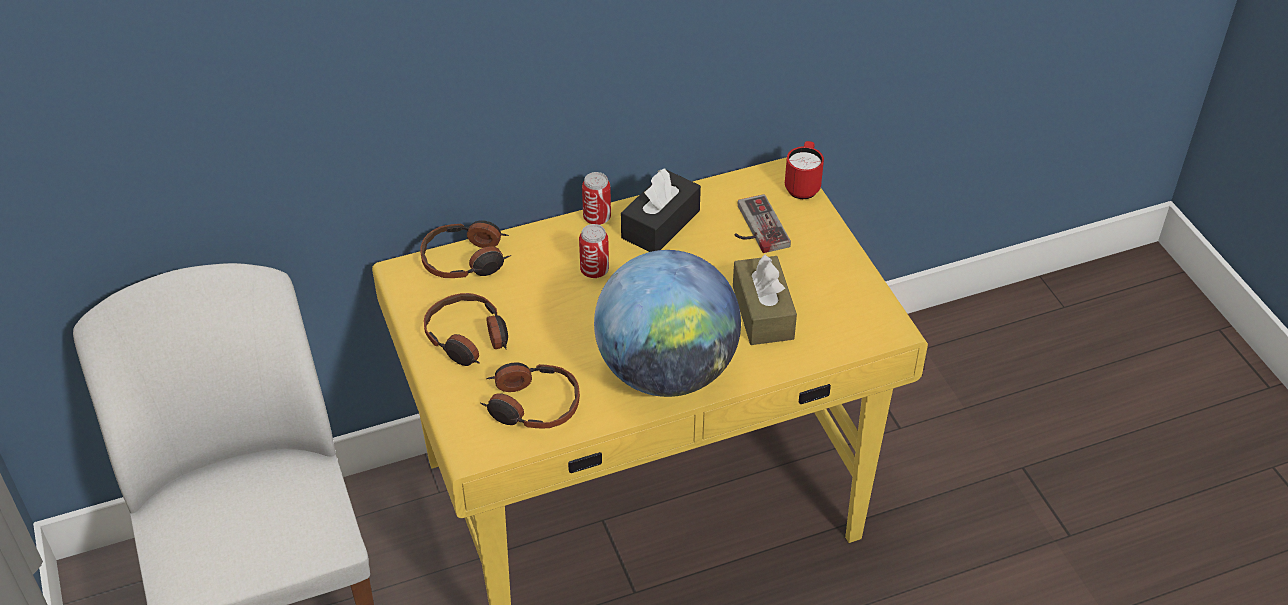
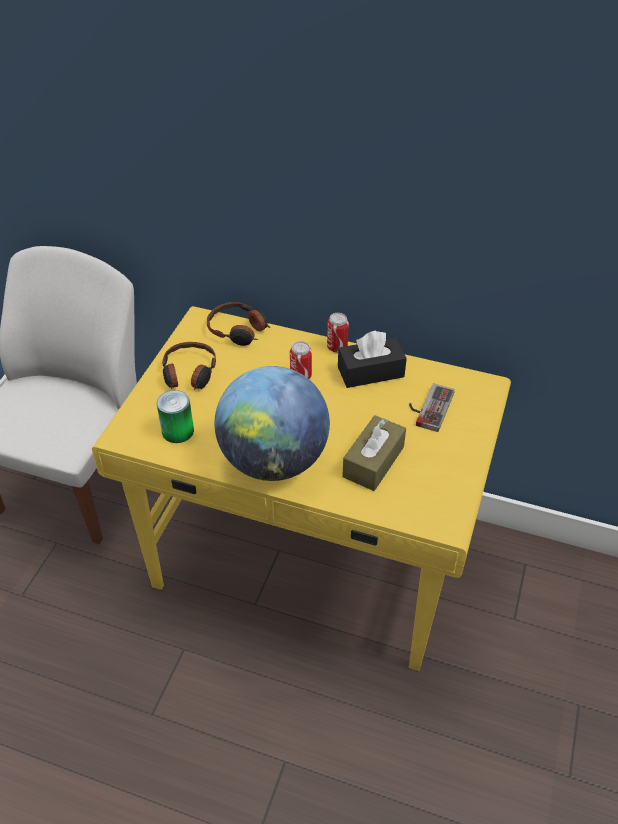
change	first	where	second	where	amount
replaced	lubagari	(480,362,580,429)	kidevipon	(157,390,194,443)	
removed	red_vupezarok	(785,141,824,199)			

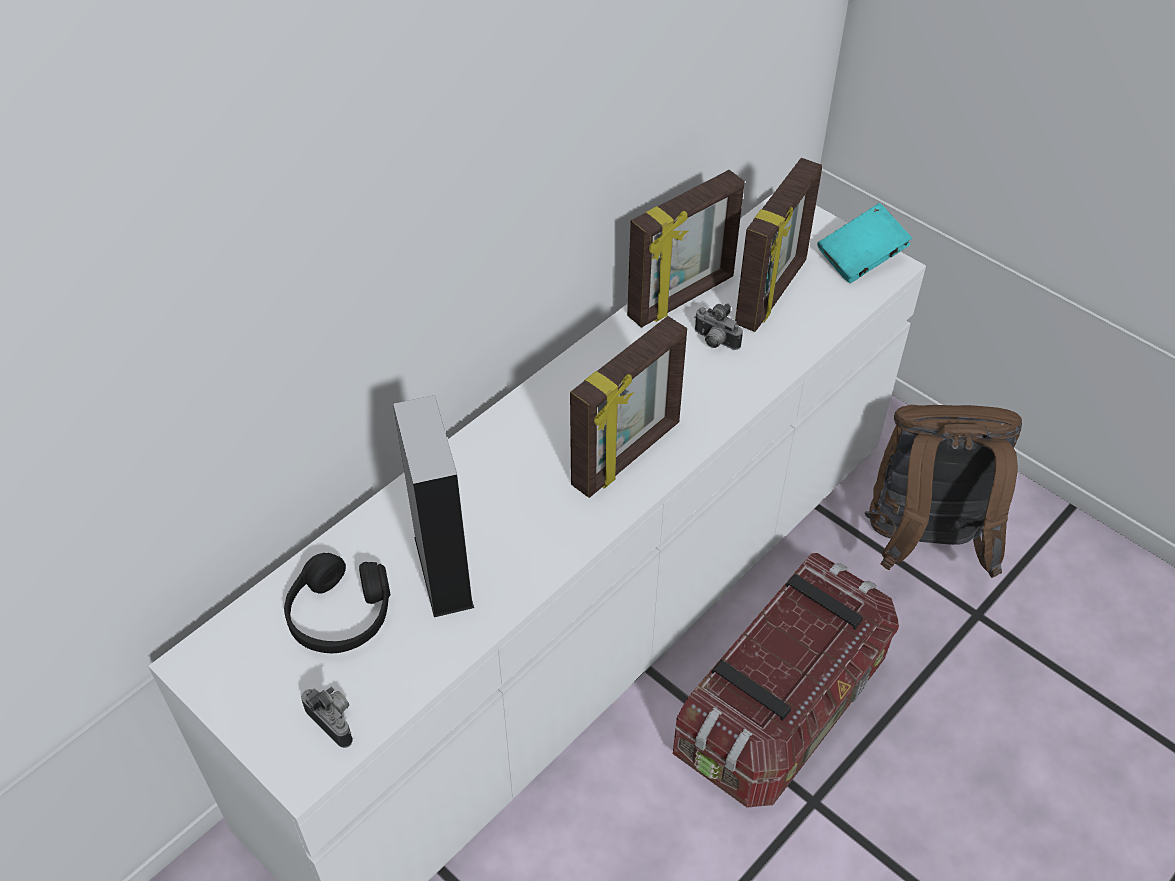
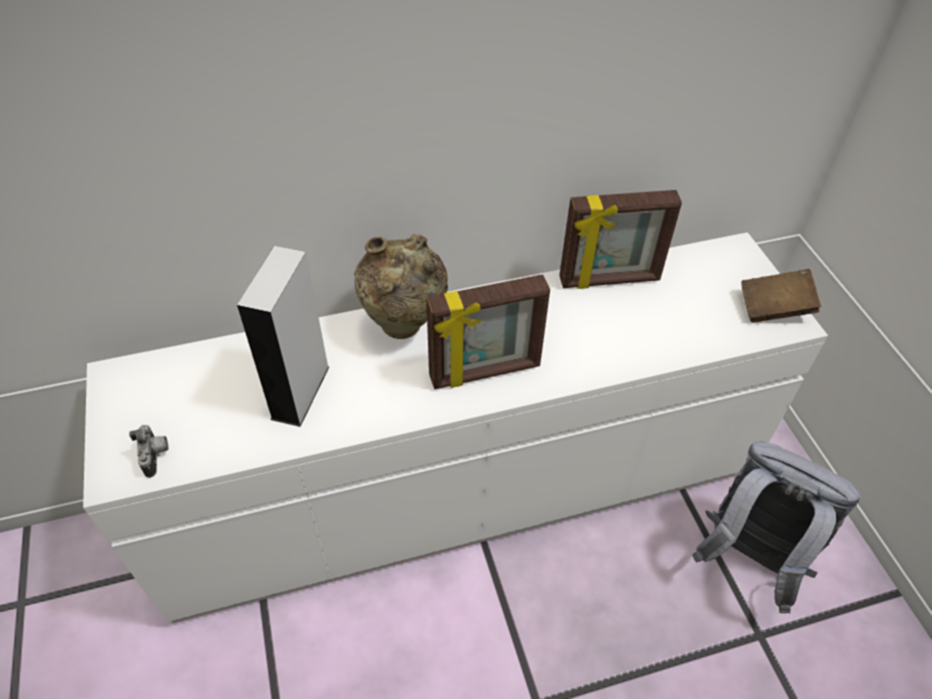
change	first	where	second	where	amount
added			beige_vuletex	(354,234,448,339)	
recoloured	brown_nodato	(865,405,1022,578)	grey_nodato	(692,442,860,613)	
recoloured	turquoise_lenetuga	(817,203,912,283)	brown_lenetuga	(741,269,821,323)	
removed	black_lubagari	(284,553,390,653)			
removed	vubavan	(673,553,899,808)			
removed	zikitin	(694,303,743,350)			
removed	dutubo	(735,158,822,332)			

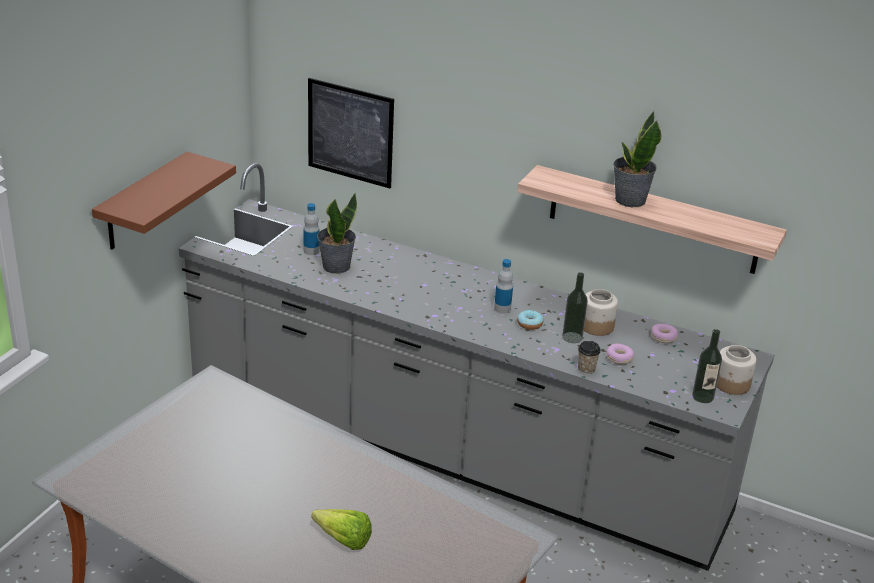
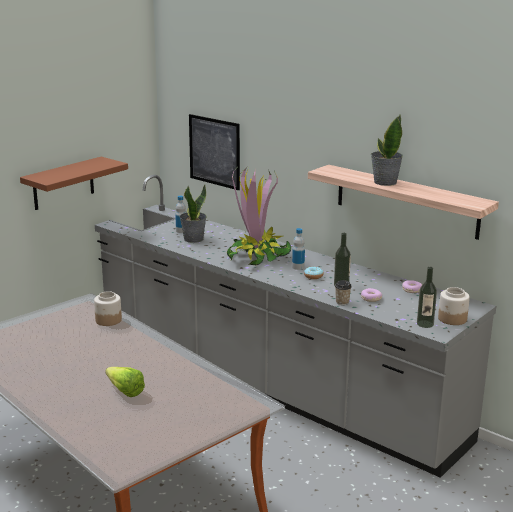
change	first	where	second	where	amount
moved	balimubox	(584,289,618,336)		(94,291,122,326)	
added			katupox	(227,166,291,265)	

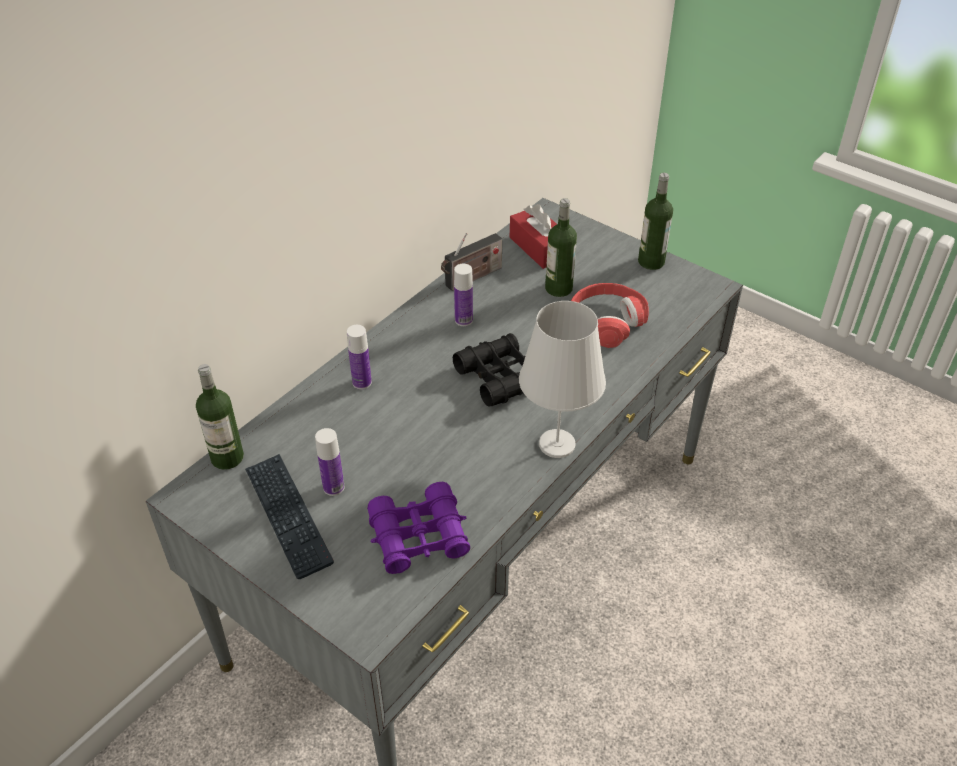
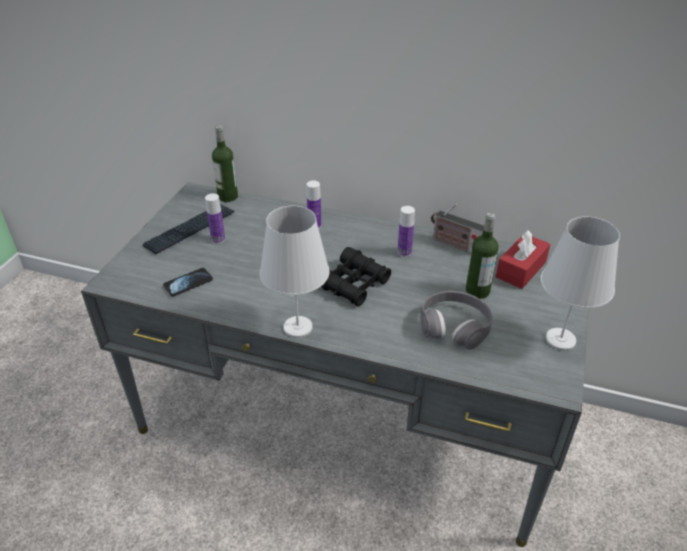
change	first	where	second	where	amount
replaced	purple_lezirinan	(367,482,470,574)	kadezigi	(163,268,213,296)	
recoloured	red_lubagari	(571,283,649,348)	grey_lubagari	(420,291,493,350)	
replaced	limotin	(638,173,673,270)	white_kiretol	(540,216,620,351)	

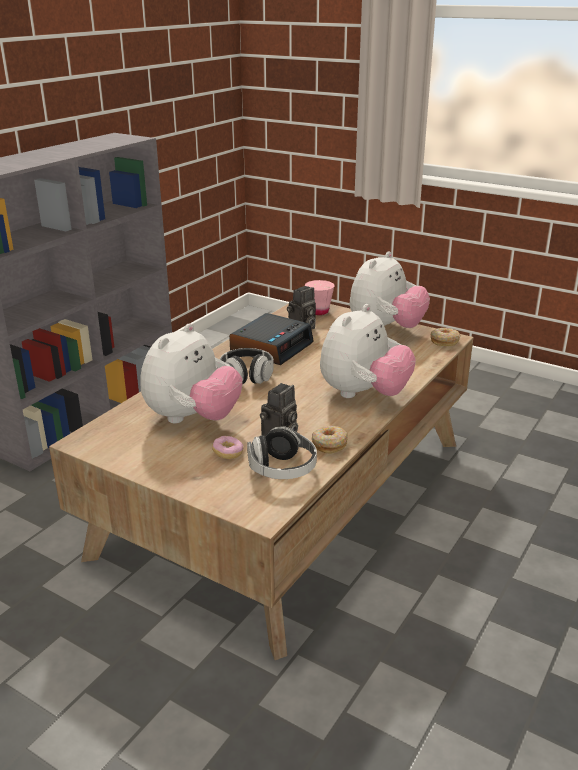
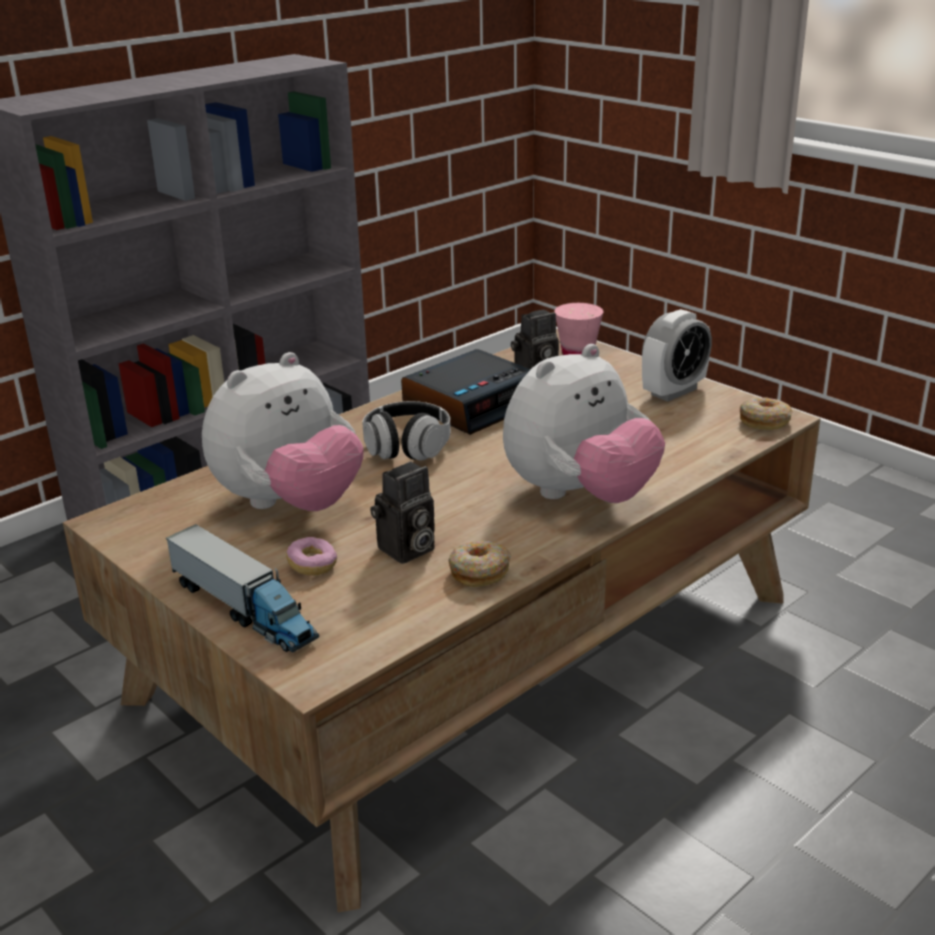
change	first	where	second	where	amount
added			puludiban	(166,524,319,653)	
replaced	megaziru	(350,251,430,328)	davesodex	(642,309,712,402)	
removed	lubagari	(247,426,317,479)			

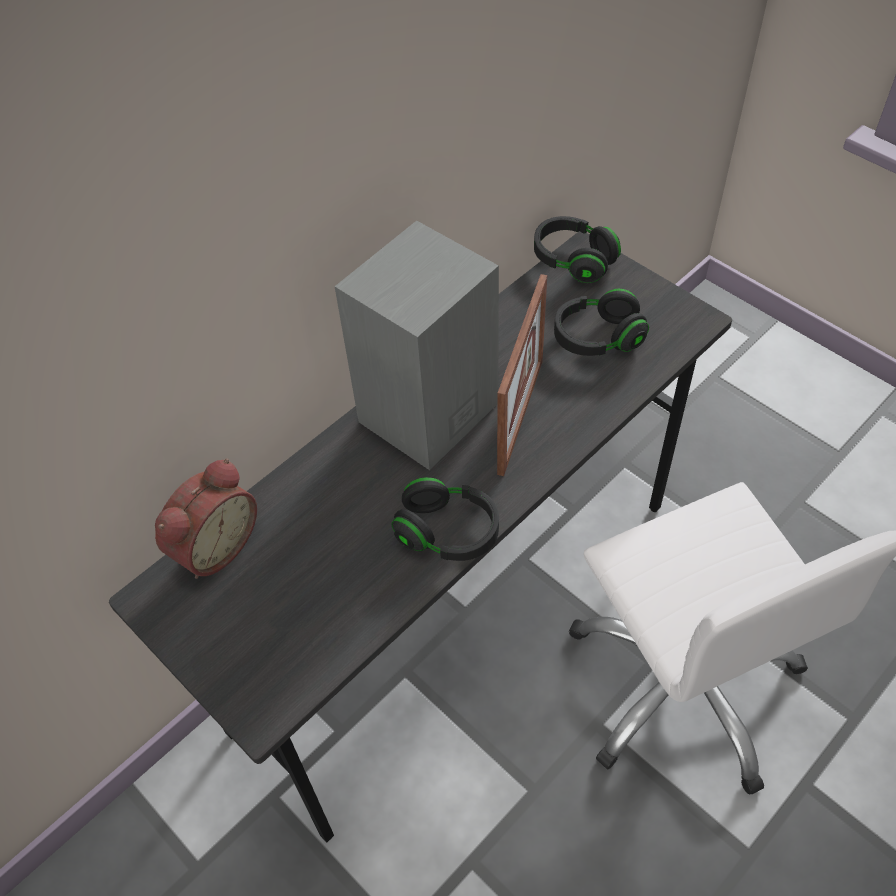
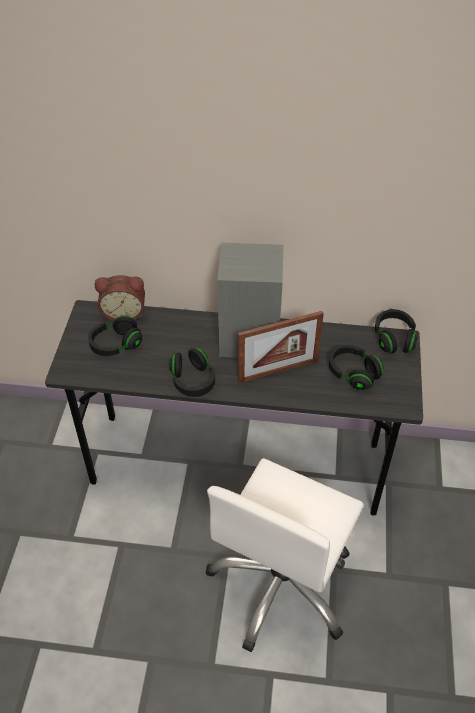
change	first	where	second	where	amount
added			black_lubagari	(88,315,143,356)	

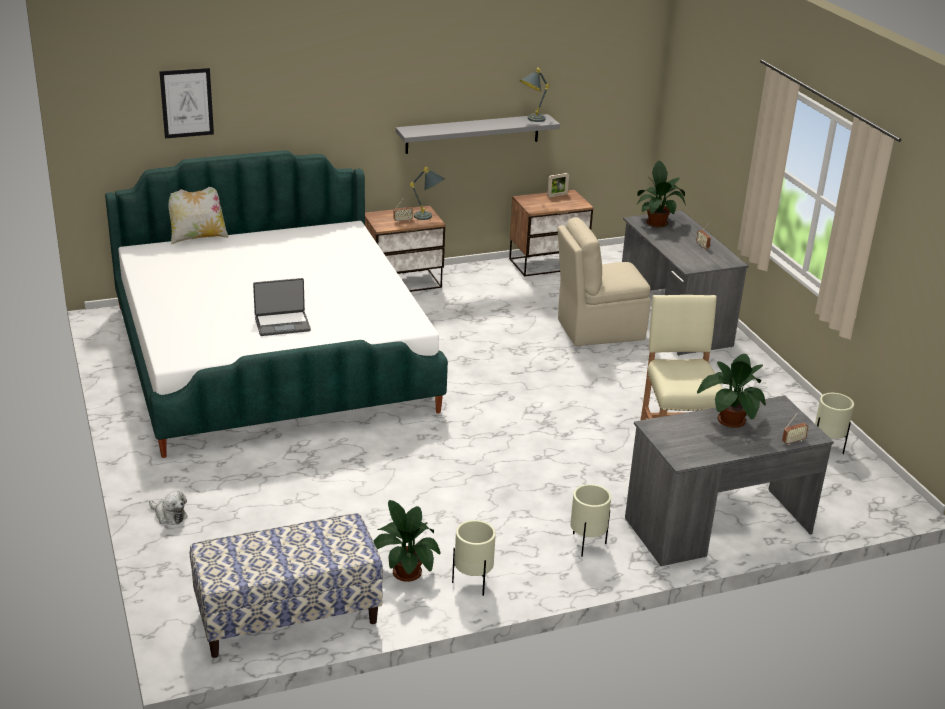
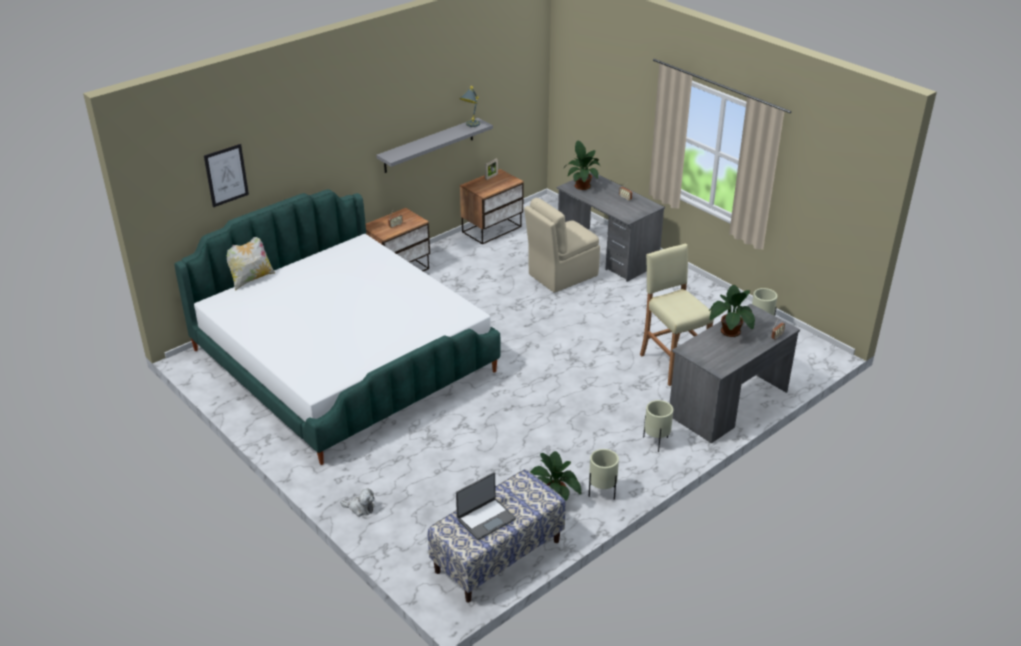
change	first	where	second	where	amount
moved	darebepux	(253,278,311,336)		(456,472,516,540)	
removed	grey_kiretol	(410,167,445,220)			

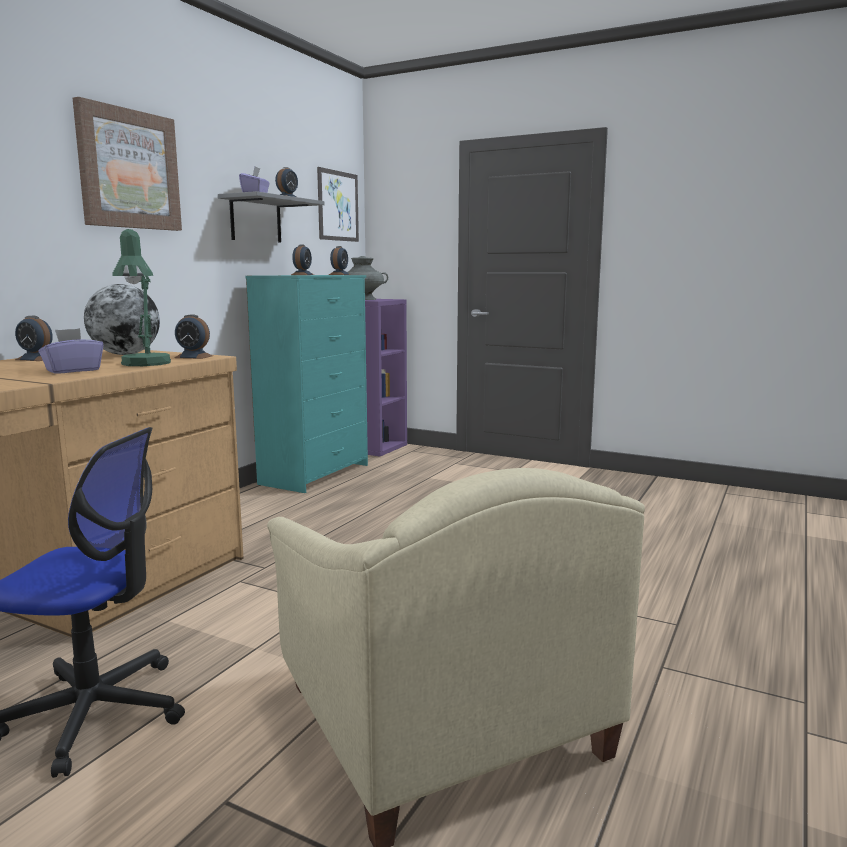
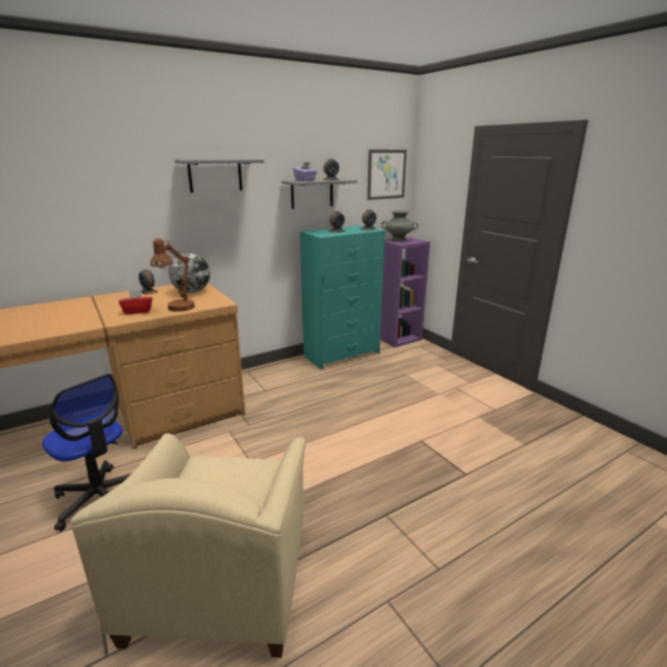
change	first	where	second	where	amount
recoloured	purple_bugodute	(39,328,103,373)	red_bugodute	(119,289,153,314)	
recoloured	green_kiretol	(112,229,171,366)	brown_kiretol	(150,238,195,312)	
replaced	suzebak	(73,97,182,231)	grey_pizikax	(175,159,264,193)	
removed	davesodex	(175,314,213,359)			

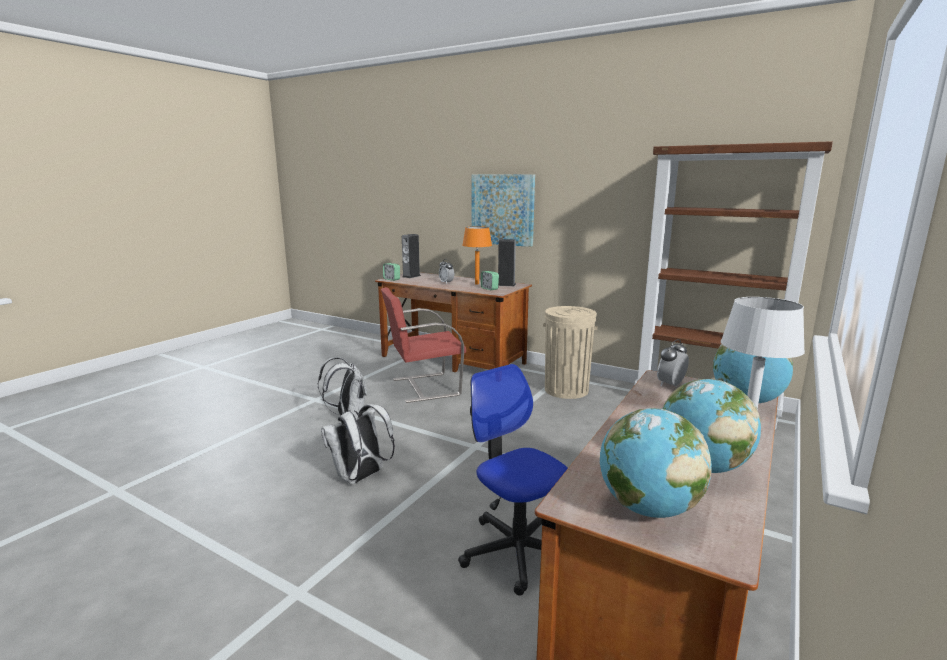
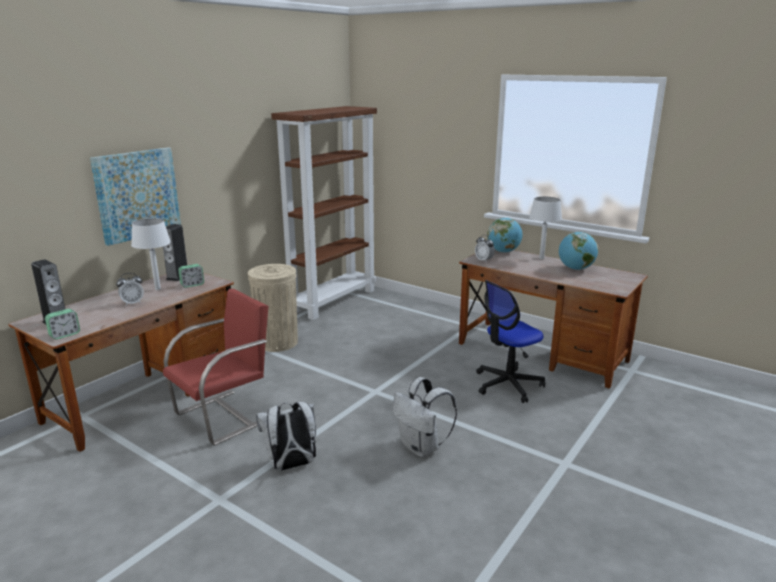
change	first	where	second	where	amount
recoloured	orange_kiretol	(462,226,492,285)	white_kiretol	(131,218,171,290)	
turned	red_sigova	(381,287,466,403)		(163,289,269,445)	120 degrees counterclockwise
removed	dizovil	(600,408,712,518)			

